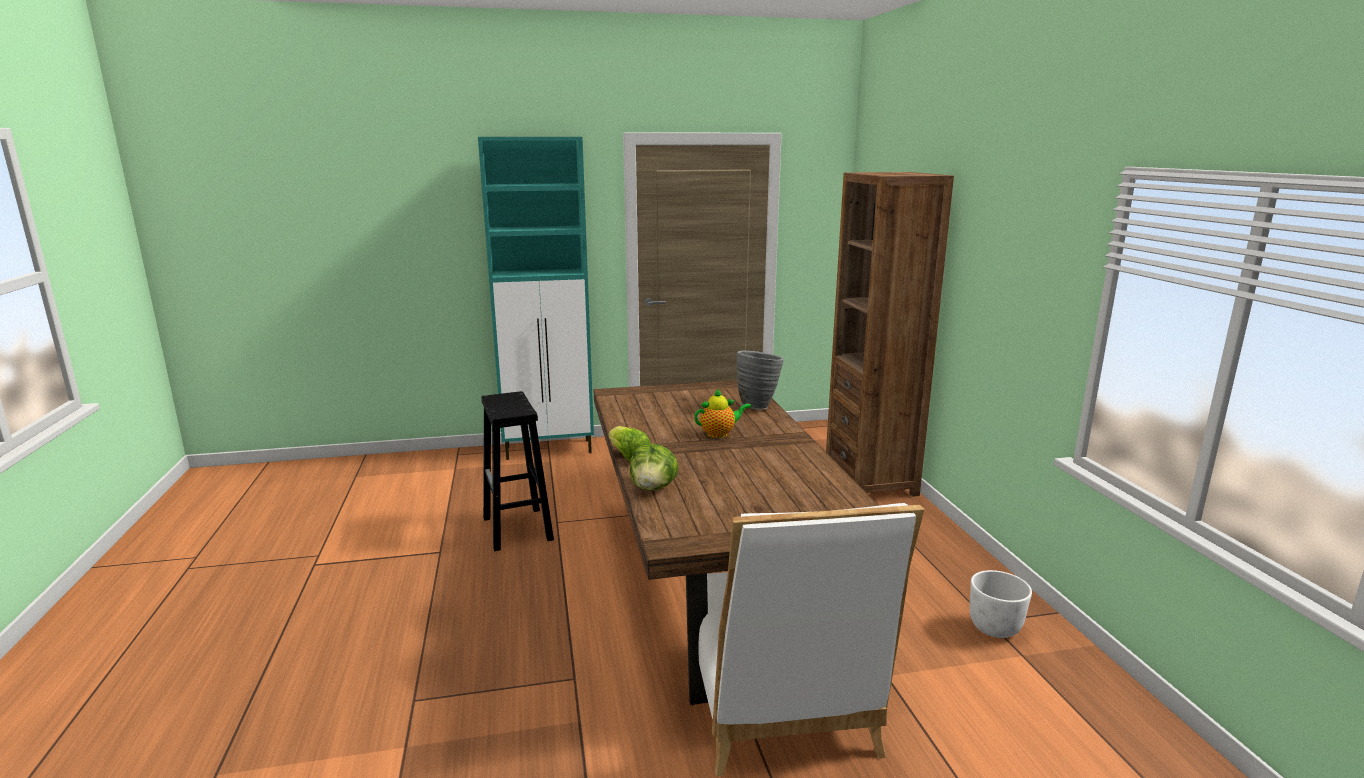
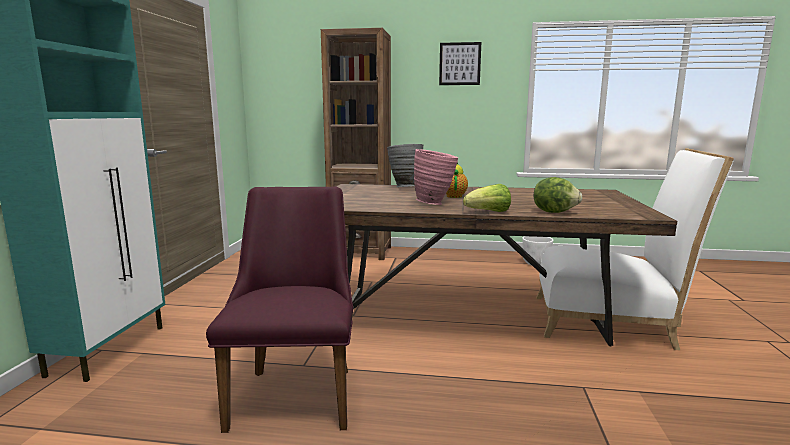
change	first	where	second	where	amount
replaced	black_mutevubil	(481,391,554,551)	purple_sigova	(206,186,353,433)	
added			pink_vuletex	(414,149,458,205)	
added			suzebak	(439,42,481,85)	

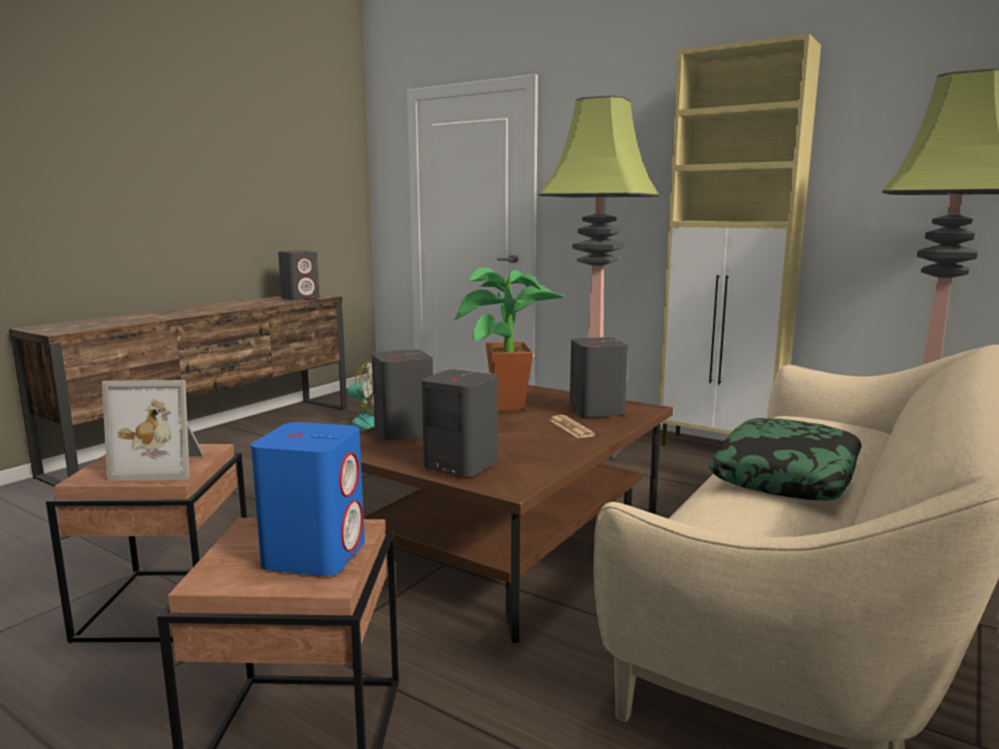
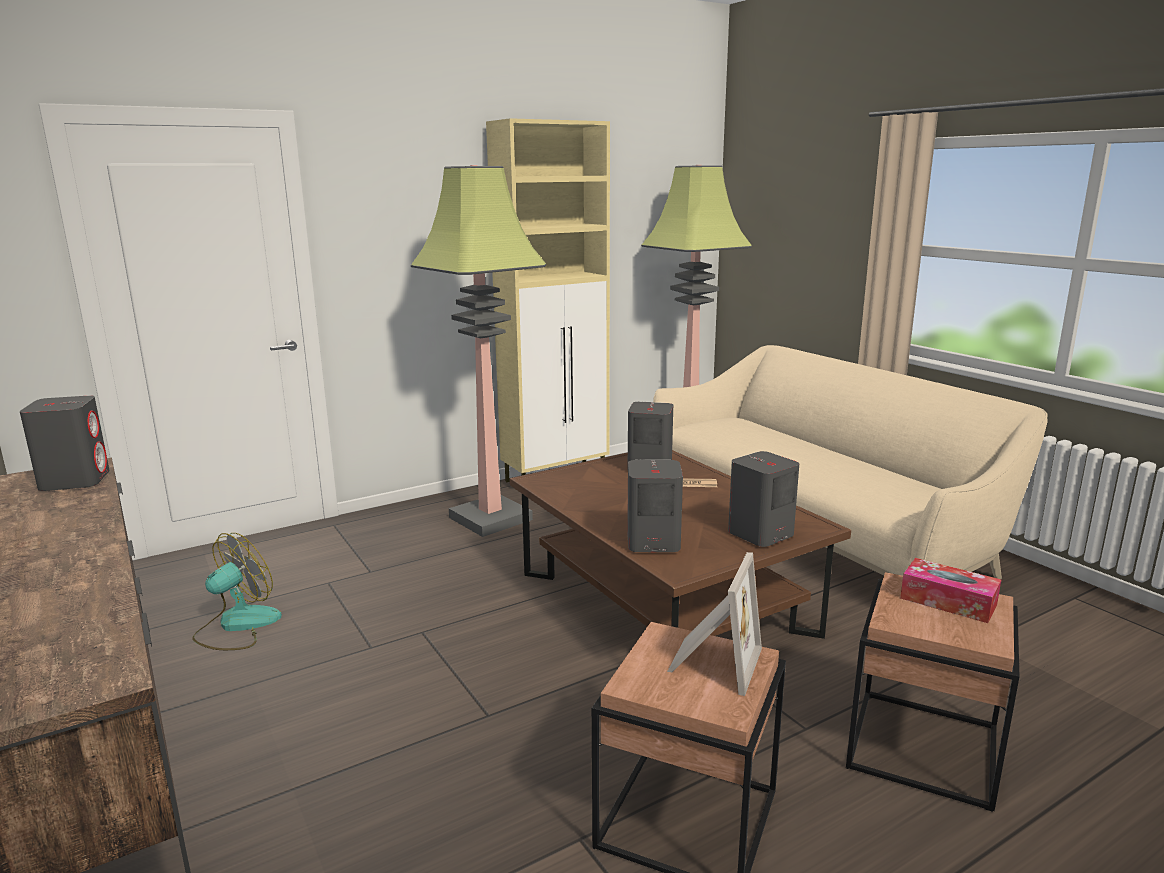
change	first	where	second	where	amount
replaced	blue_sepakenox	(251,422,365,576)	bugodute	(900,558,1001,623)	
removed	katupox	(453,267,566,410)			
removed	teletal	(709,418,862,500)			

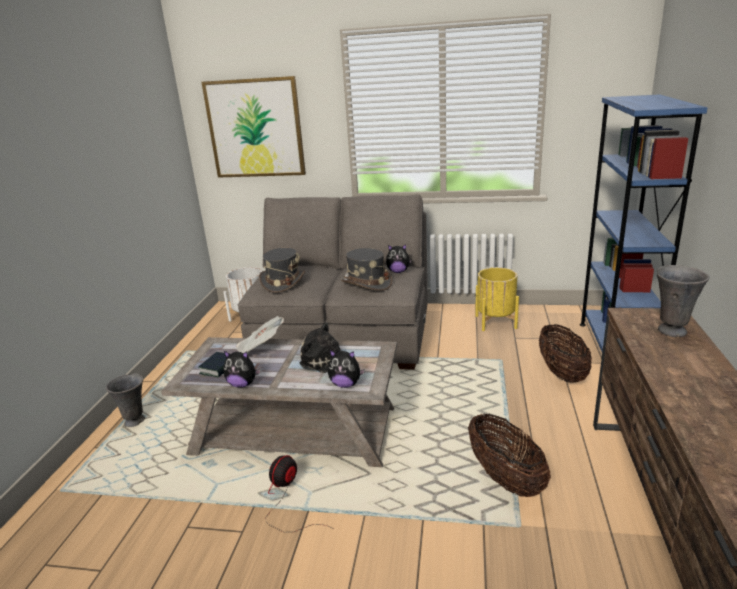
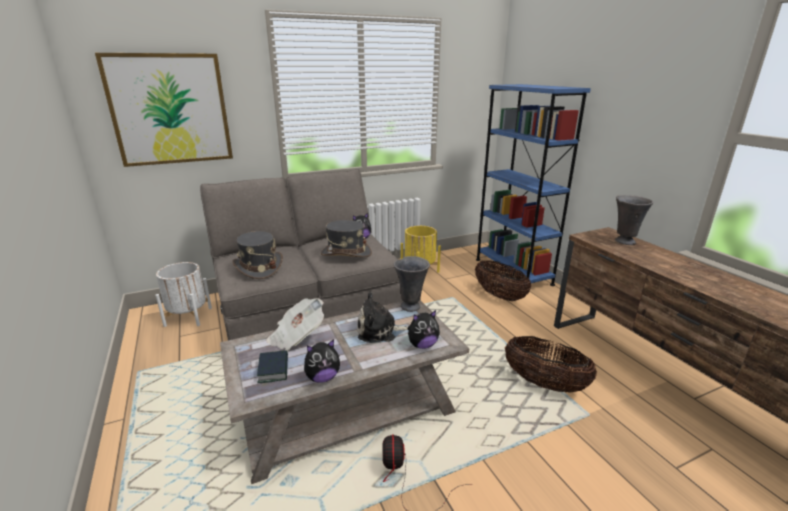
change	first	where	second	where	amount
moved	grey_vuletex	(106,373,145,427)		(394,256,430,312)	

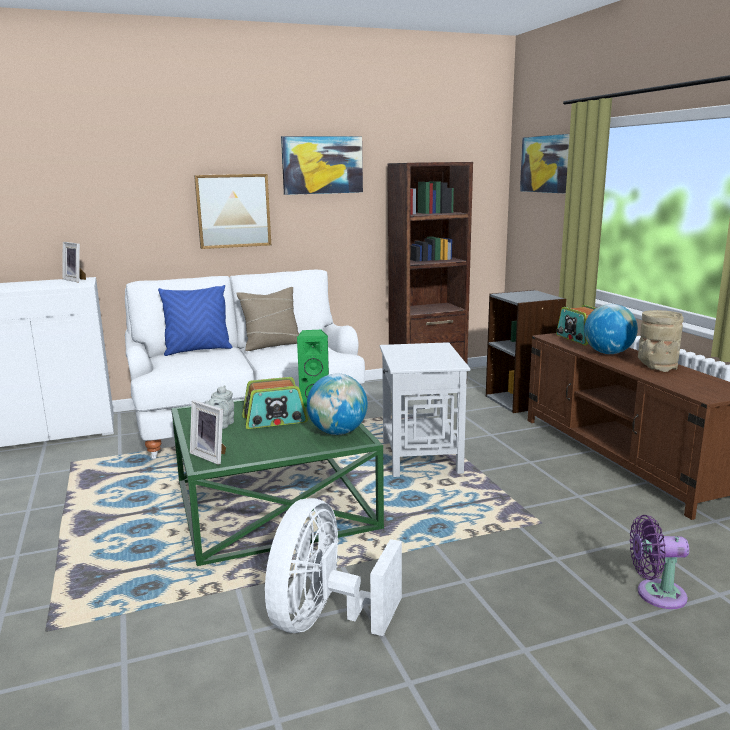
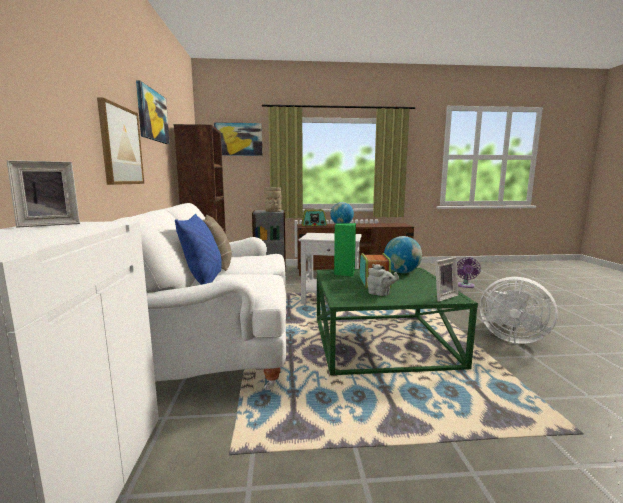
change	first	where	second	where	amount
moved	beige_vuletex	(638,310,684,372)		(264,187,282,212)	

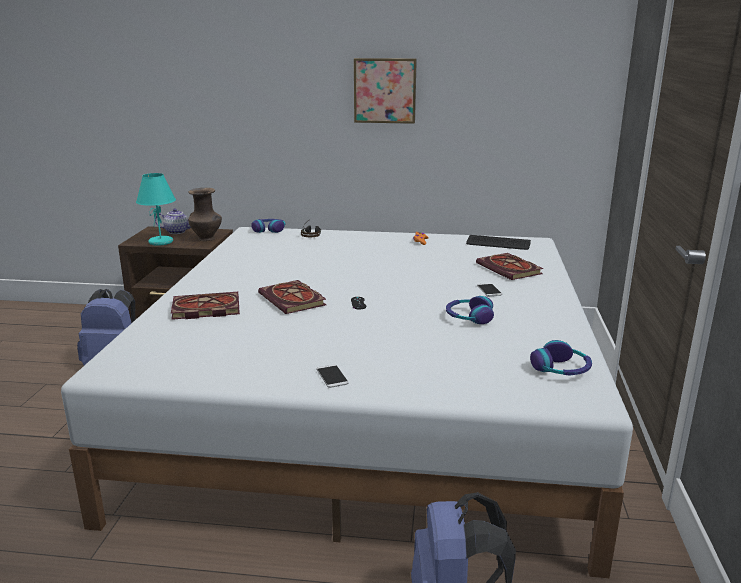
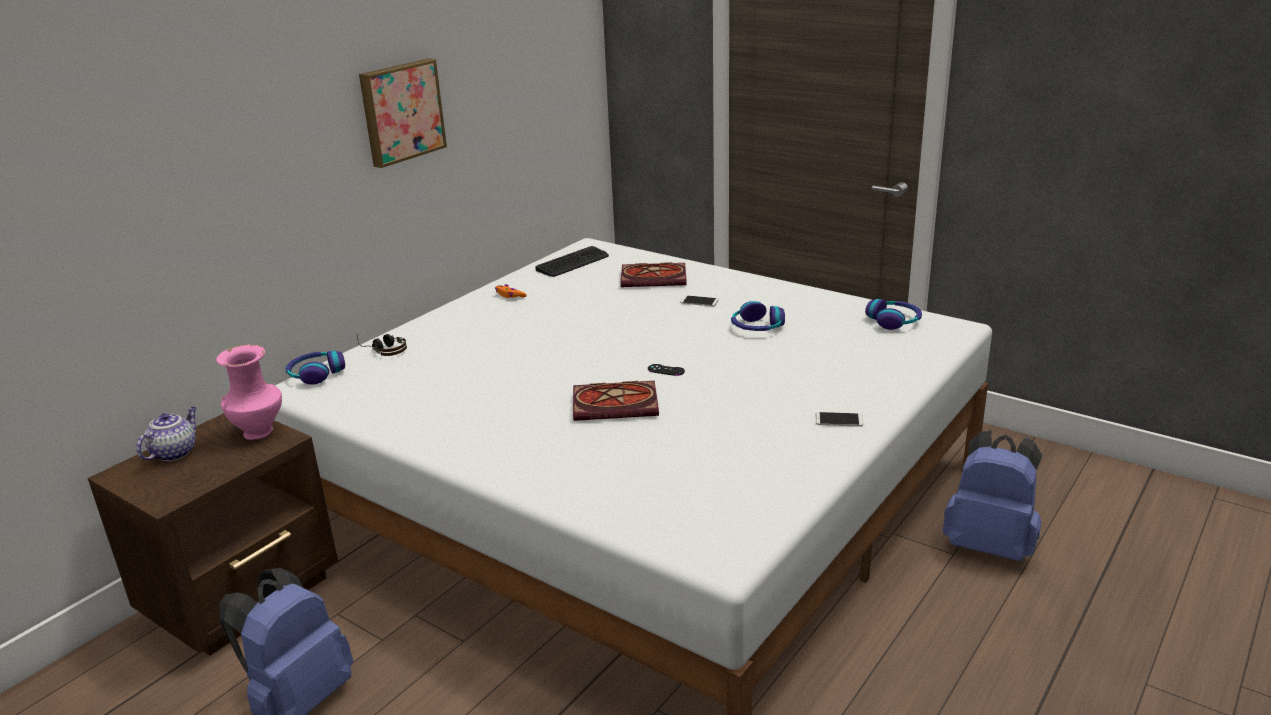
change	first	where	second	where	amount
recoloured	brown_vuletex	(188,188,222,241)	pink_vuletex	(216,344,282,440)	
removed	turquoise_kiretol	(136,173,176,246)			
removed	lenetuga	(171,292,240,320)			

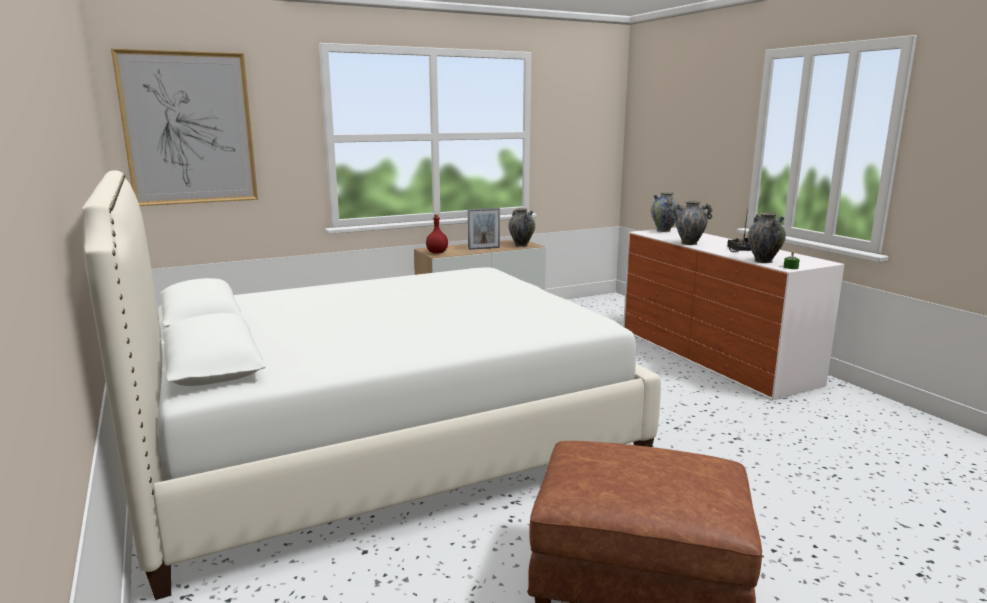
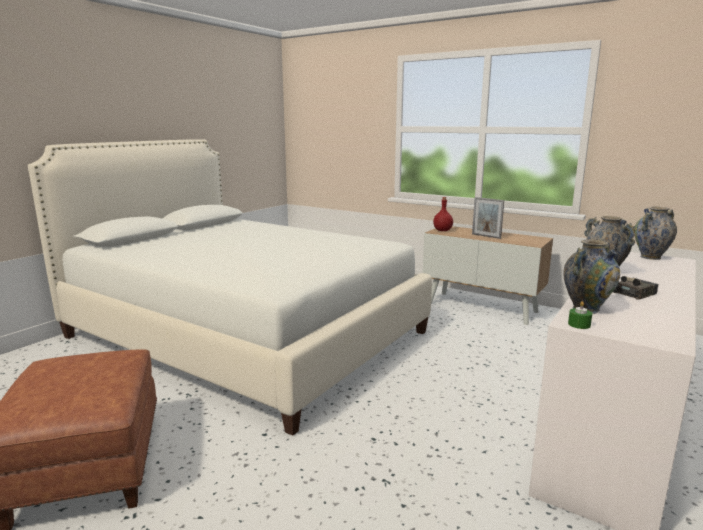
change	first	where	second	where	amount
removed	suzebak	(111,48,258,206)			
removed	vuletex	(509,208,535,247)			

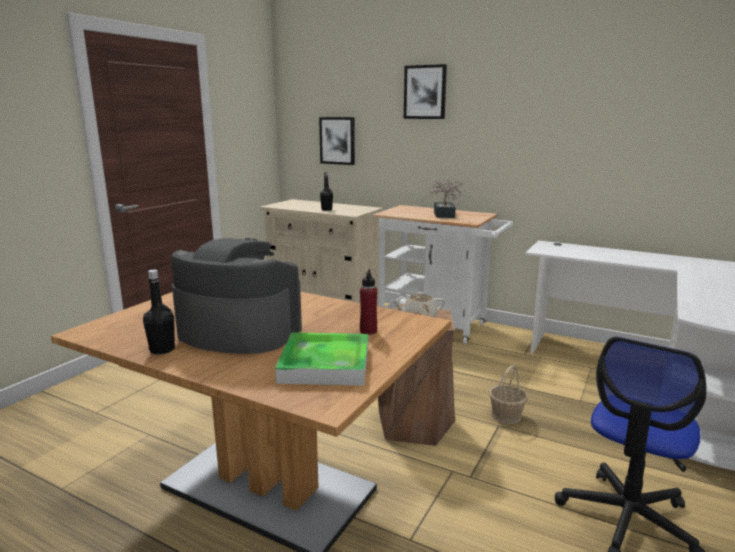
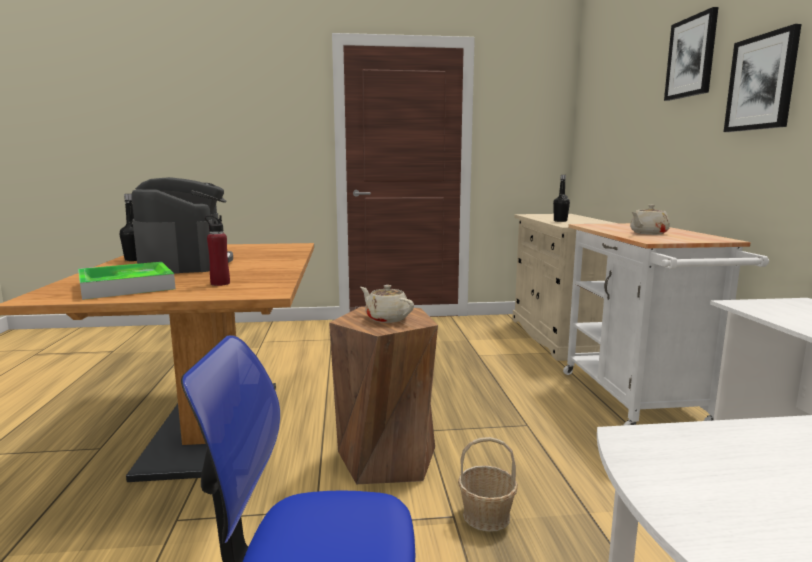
change	first	where	second	where	amount
replaced	katupox	(431,177,465,218)	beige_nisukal	(630,205,670,235)	
moved	suzebak	(319,117,355,165)		(724,24,802,132)	

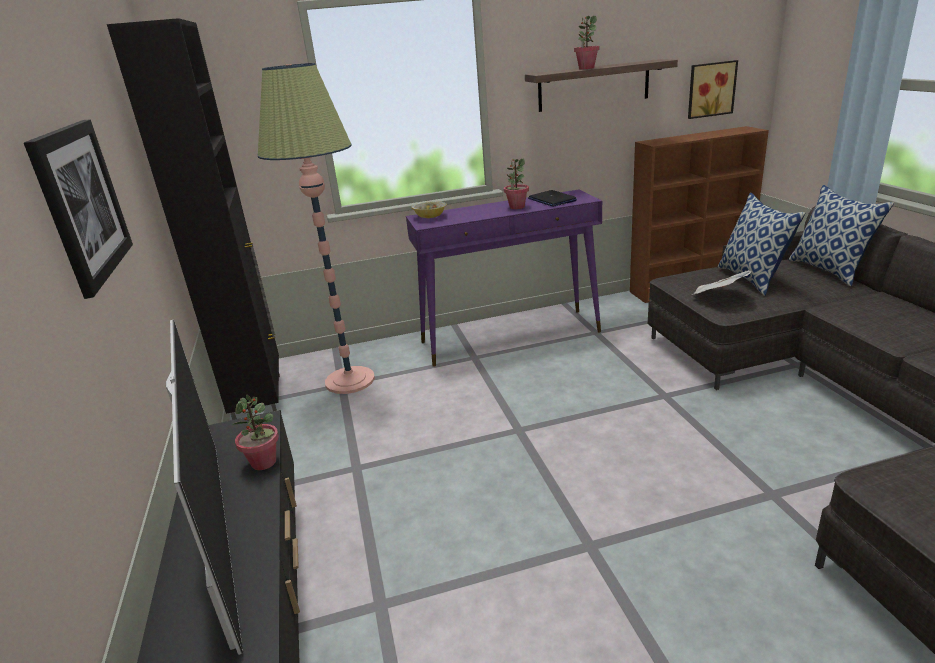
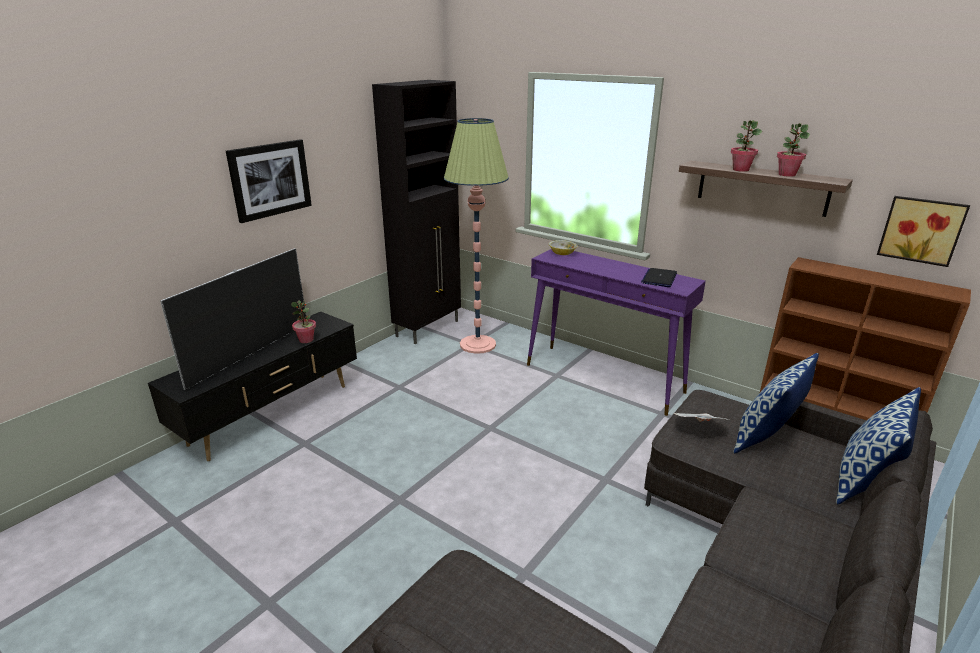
change	first	where	second	where	amount
moved	katupox	(504,159,529,209)		(777,123,810,177)	

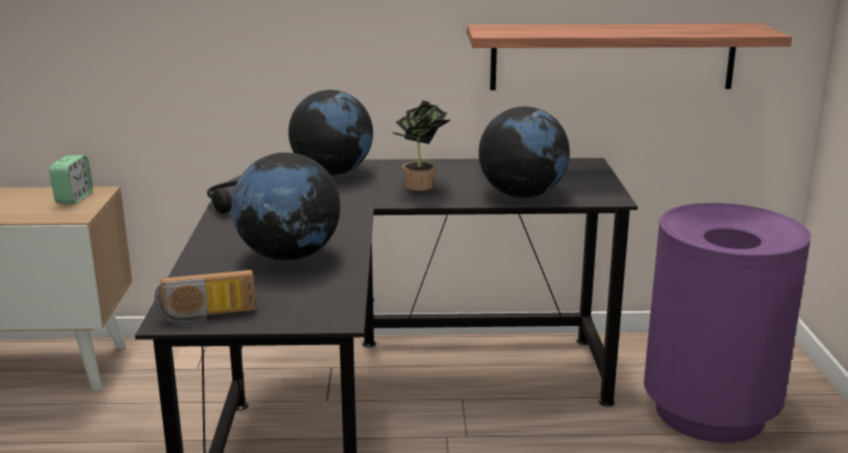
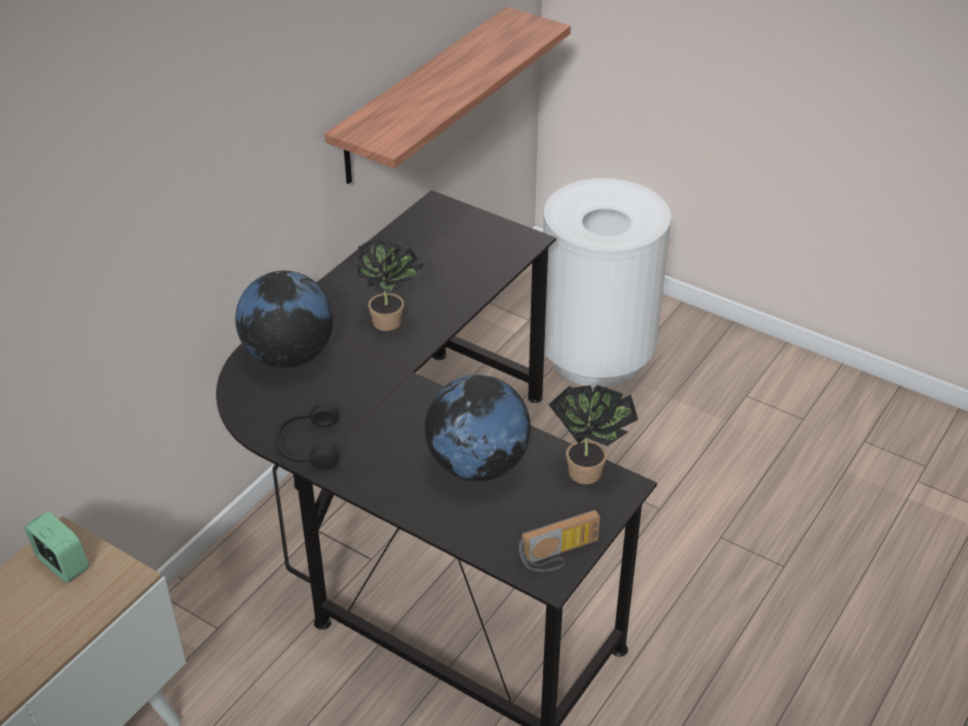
change	first	where	second	where	amount
turned	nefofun	(155,270,256,325)		(519,510,600,572)	45 degrees clockwise
recoloured	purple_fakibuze	(644,203,811,443)	white_fakibuze	(543,178,671,387)	
added			katupox	(548,385,638,484)	
removed	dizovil	(479,106,570,198)			

